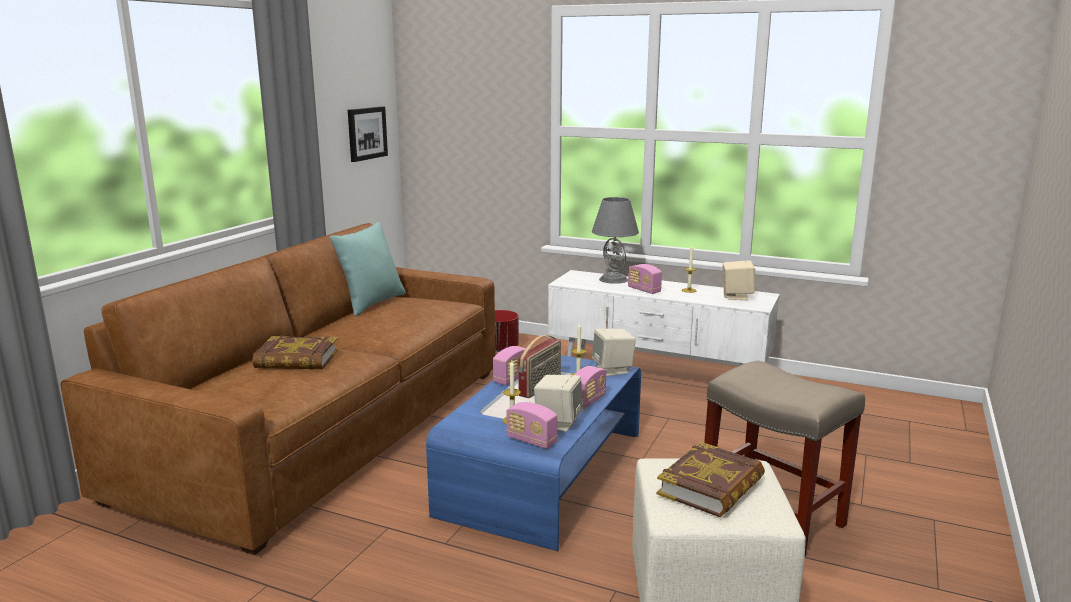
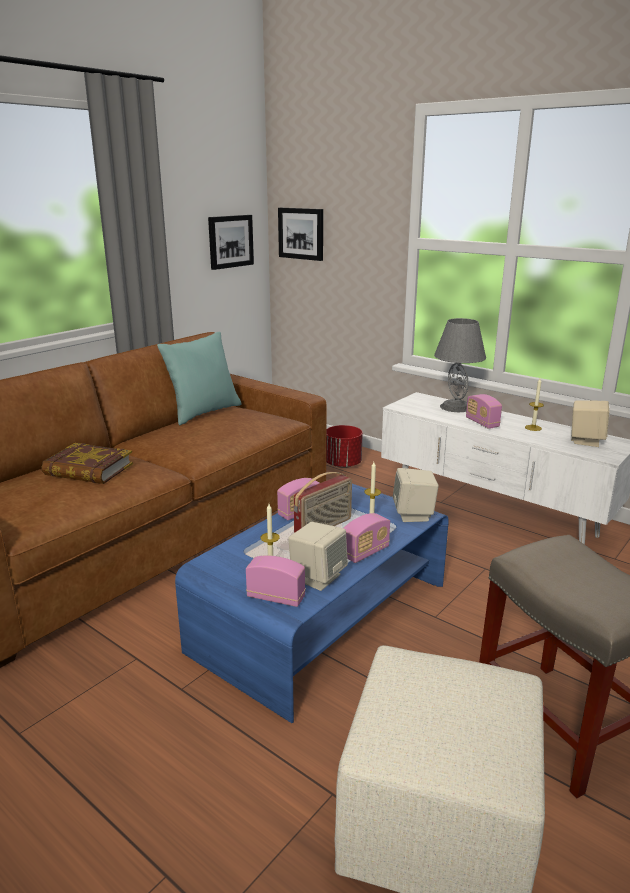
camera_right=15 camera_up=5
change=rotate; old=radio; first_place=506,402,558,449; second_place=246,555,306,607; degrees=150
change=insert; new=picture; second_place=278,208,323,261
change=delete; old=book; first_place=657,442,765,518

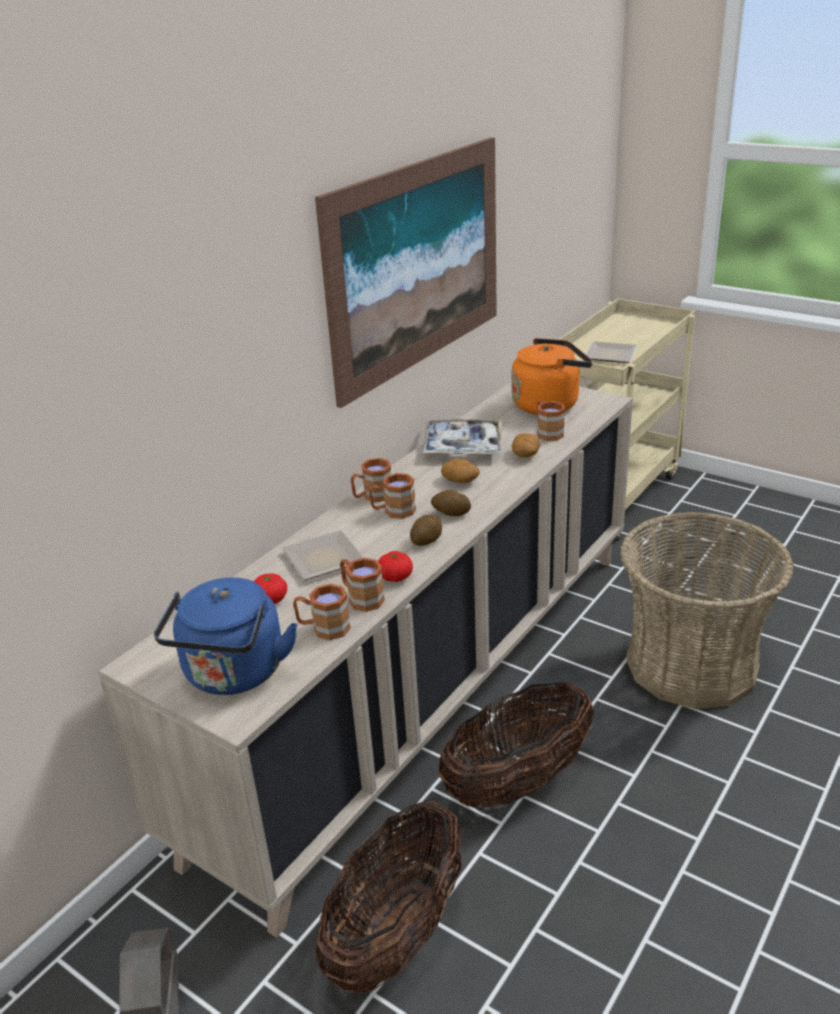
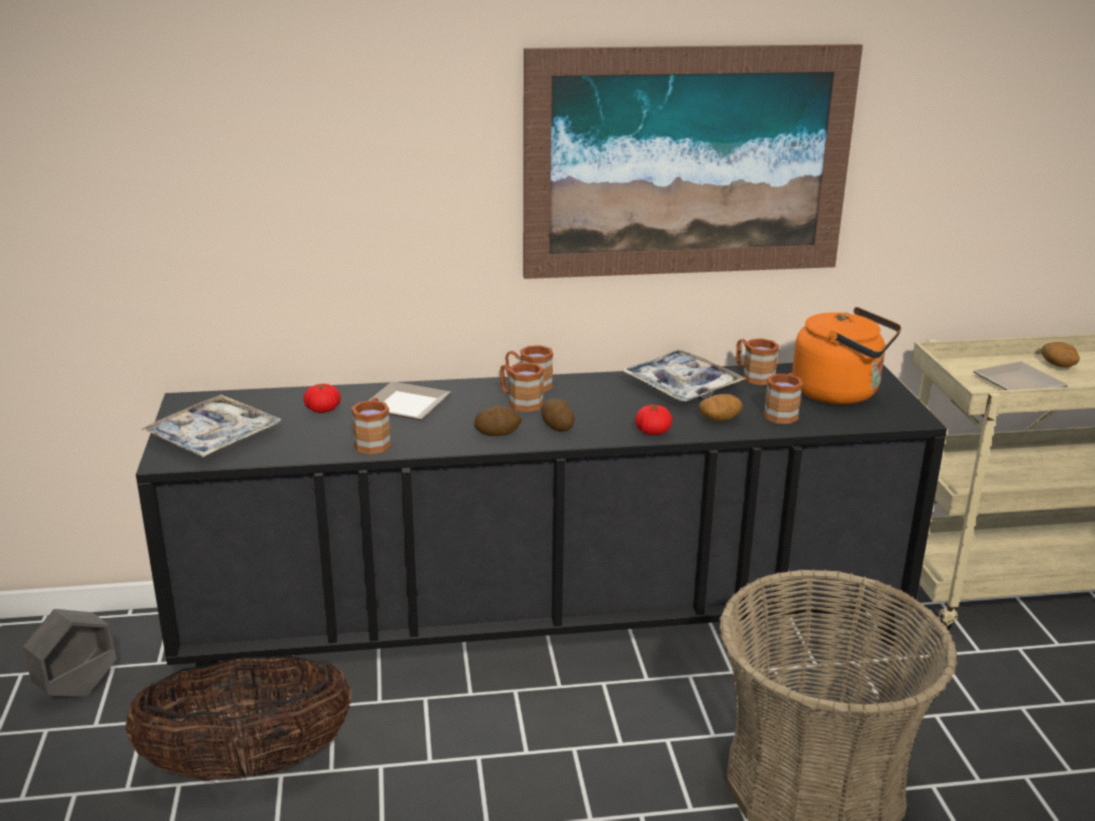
camera_right=45 camera_up=-5
change=recolor; old=cabinet in beige; new=cabinet in black; first_place=98,382,633,938; second_place=136,363,947,695
change=replace; old=kettle in blue; new=tray; first_place=154,577,298,695; second_place=141,395,281,457
change=move; old=tomato; first_place=378,551,413,582; second_place=635,405,673,435
change=move; old=mug in brown; first_place=293,583,351,640; second_place=736,338,779,385
change=move; old=potato; first_place=441,459,480,483; second_place=1042,342,1080,367
change=delete; old=basket; first_place=438,682,594,808

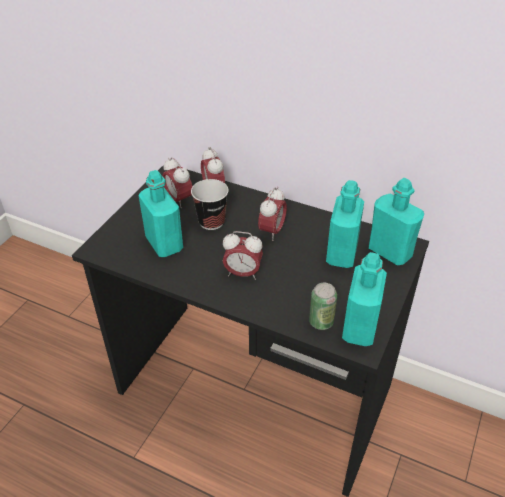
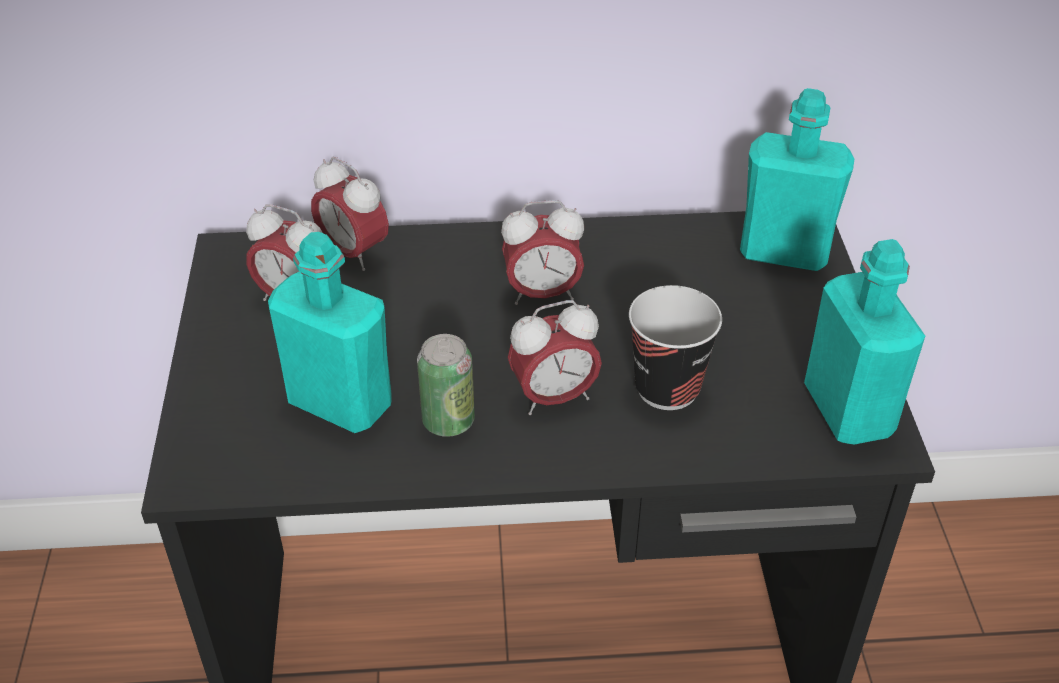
camera_right=-30 camera_up=0
change=move; old=can; first_place=309,283,337,330; second_place=417,334,475,437
change=rotate; old=alarm clock; first_place=258,187,287,241; second_place=501,200,584,305; degrees=90
change=move; old=cup; first_place=191,179,229,230; second_place=629,285,722,410
change=delete; old=bottle in turquoise; first_place=326,180,364,268

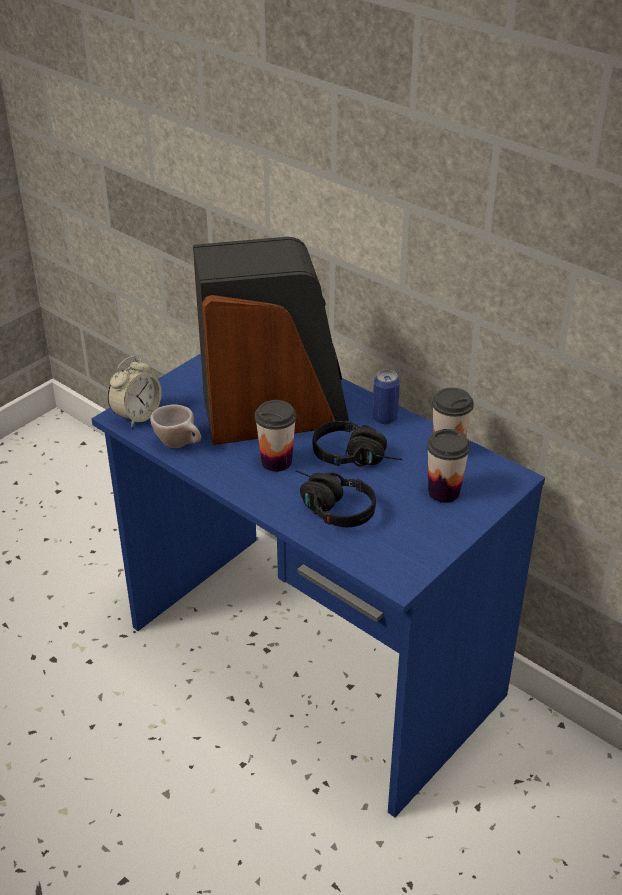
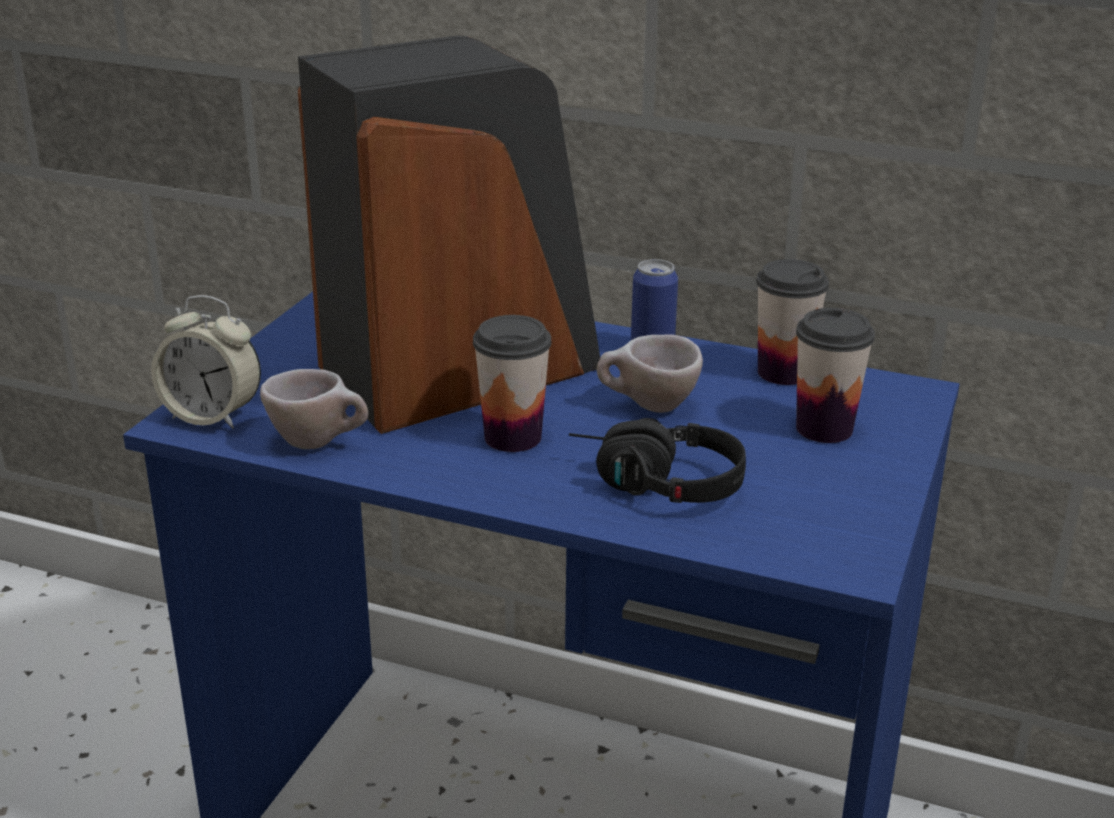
camera_right=-20 camera_up=-10
change=rotate; old=alarm clock; first_place=108,356,162,428; second_place=151,295,261,429; degrees=90
change=replace; old=headphones in black; new=cup in beige; first_place=313,421,402,467; second_place=597,334,703,413

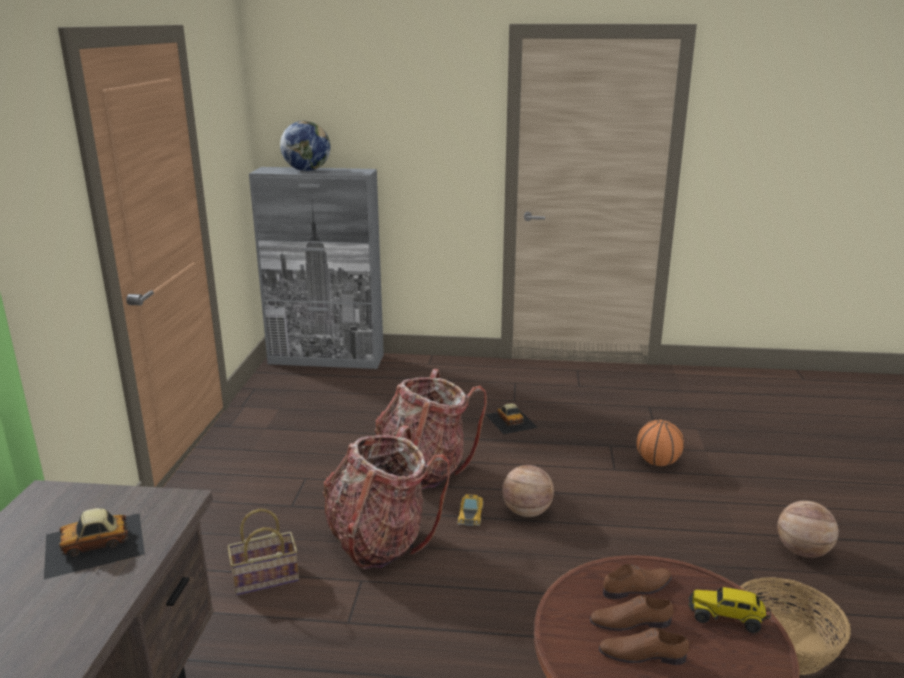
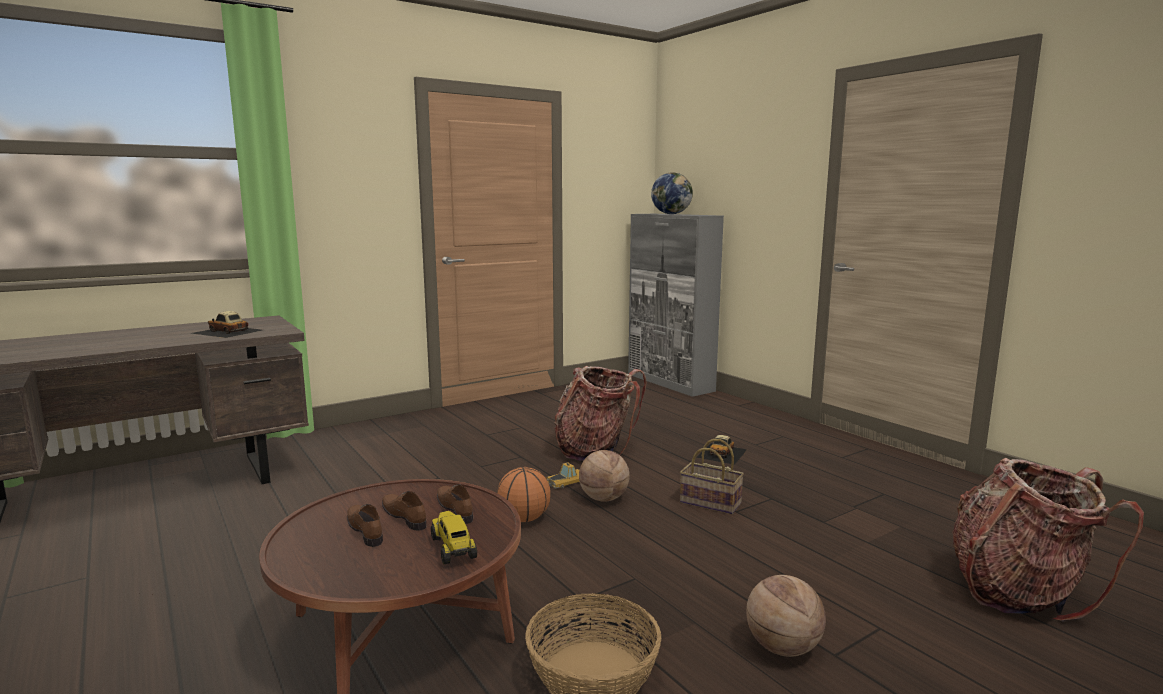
camera_right=50 camera_up=-10
change=rotate; old=shoe in brown; first_place=603,564,671,599; second_place=437,484,473,524; degrees=-150
change=move; old=basketball; first_place=637,420,684,466; second_place=497,467,551,522
change=move; old=basket; first_place=227,509,299,595; second_place=680,439,744,514
change=move; old=backpack; first_place=323,425,450,569; second_place=952,458,1144,622

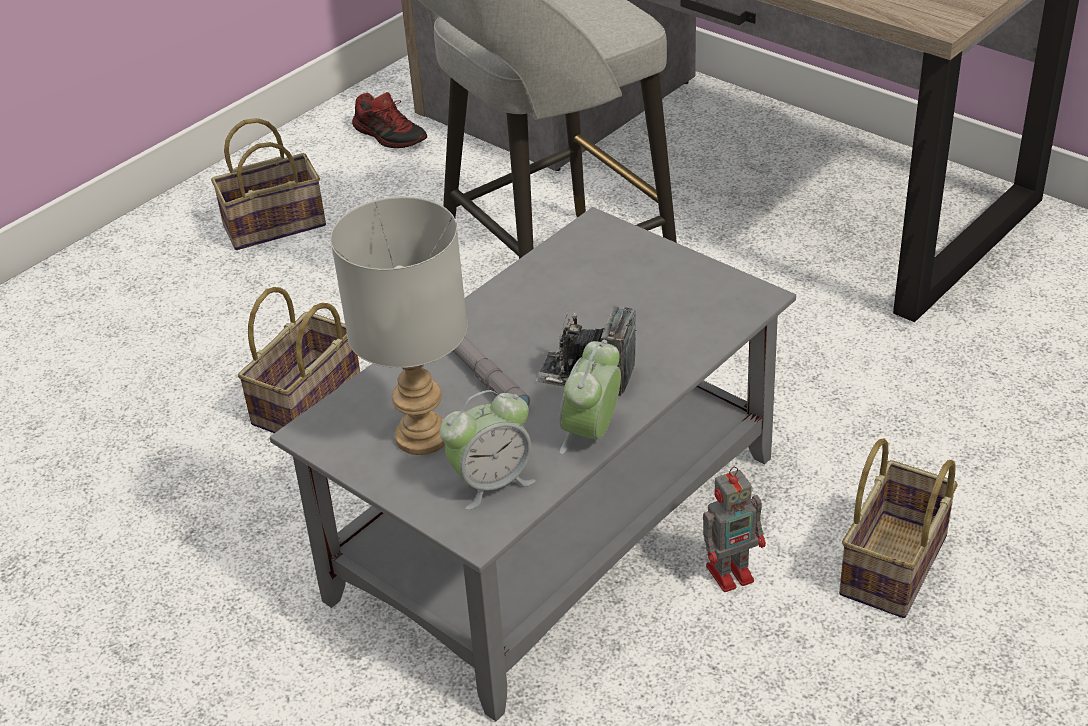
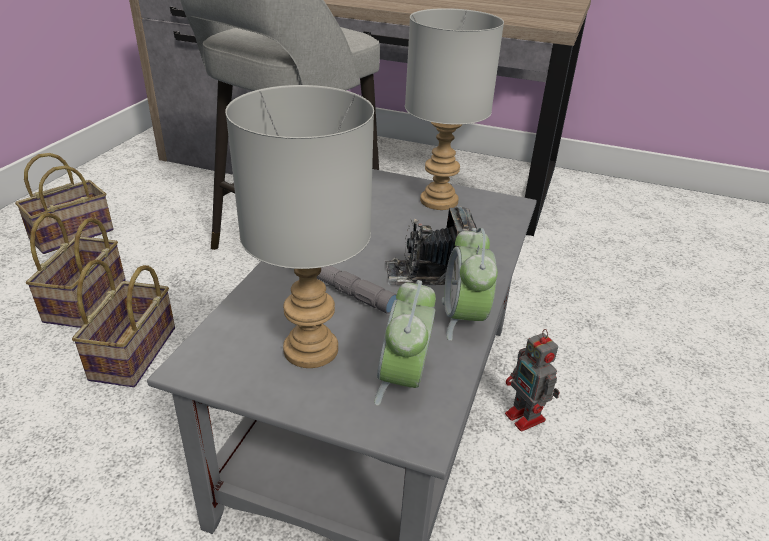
camera_right=-25 camera_up=-5
change=move; old=basket; first_place=839,439,958,618; second_place=26,213,126,328
change=rotate; old=alarm clock; first_place=440,390,536,510; second_place=374,280,436,406; degrees=150
change=insert; new=table lamp in grey; second_place=405,8,504,210
change=rotate; old=toy robot; first_place=703,466,766,592; second_place=505,329,560,432; degrees=105
change=delete; old=shoe; first_place=352,92,427,148

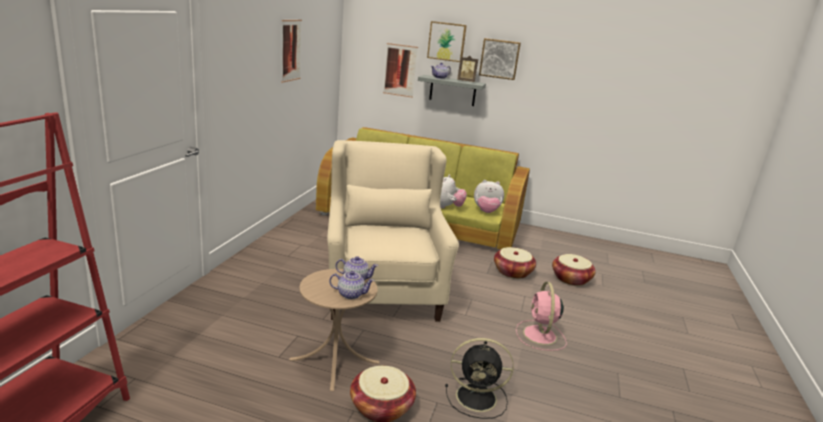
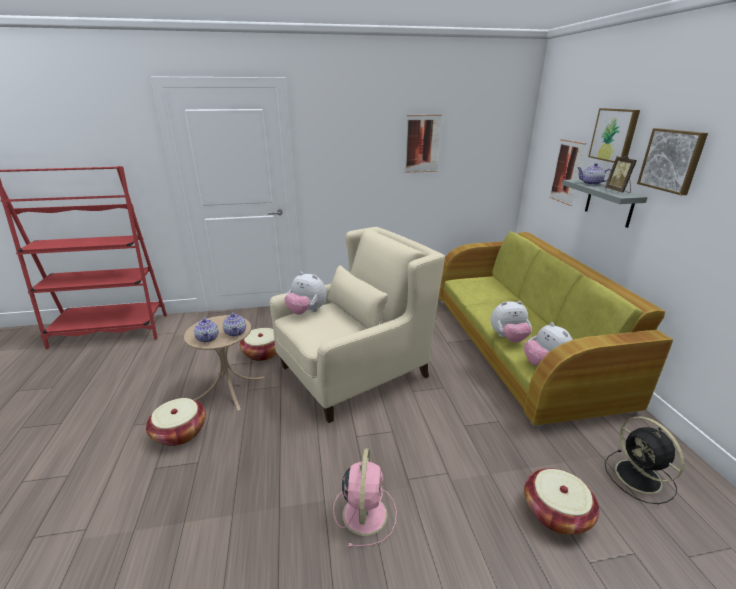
camera_right=65 camera_up=5
change=move; old=basket; first_place=494,247,536,279; second_place=240,328,277,361
change=insert; new=plush toy; second_place=284,272,327,315
change=rotate; old=fan in pink; first_place=516,282,567,351; second_place=333,448,397,547; degrees=120
change=move; old=fan in black; first_place=445,338,514,419; second_place=605,416,684,504

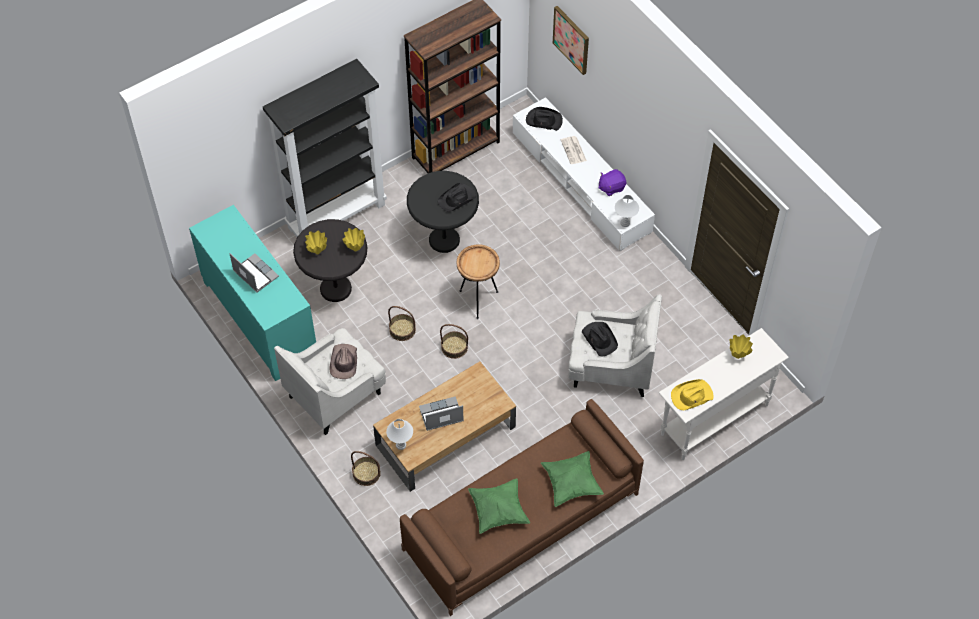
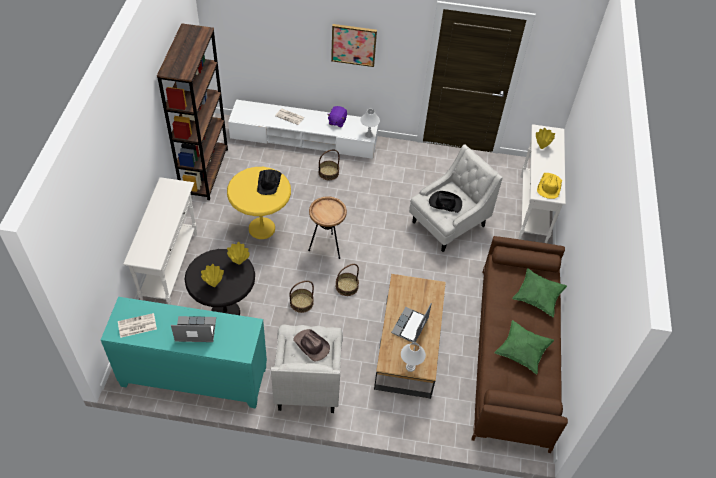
camera_right=-50 camera_up=-5
change=insert; new=newspaper; second_place=118,313,157,338
change=replace; old=bookcase in black; new=console table in white; first_place=263,59,387,237; second_place=123,177,197,305
change=recolor; old=side table in black; new=side table in yellow; first_place=407,171,479,253; second_place=227,167,291,239
change=move; old=basket; first_place=351,451,381,486; second_place=319,150,340,180
change=move; old=picture; first_place=553,6,589,75; second_place=331,24,377,67
change=delete; old=hat in black; first_place=526,107,563,131

